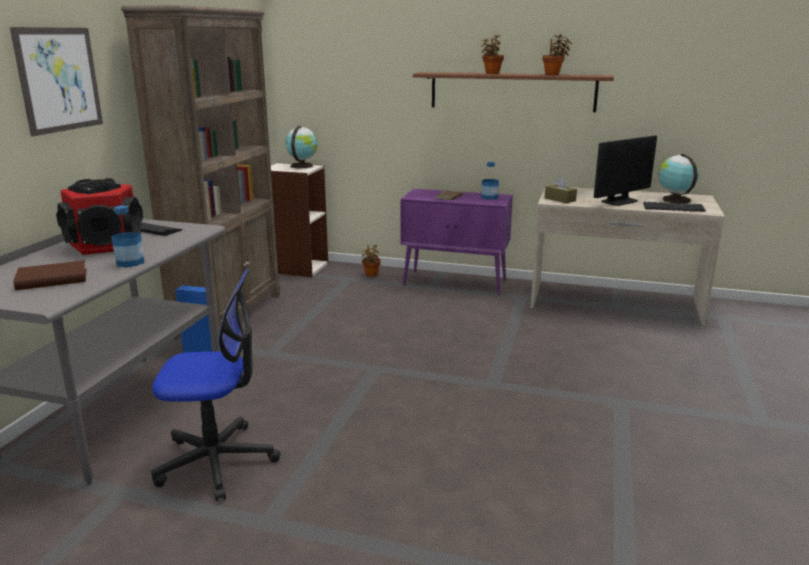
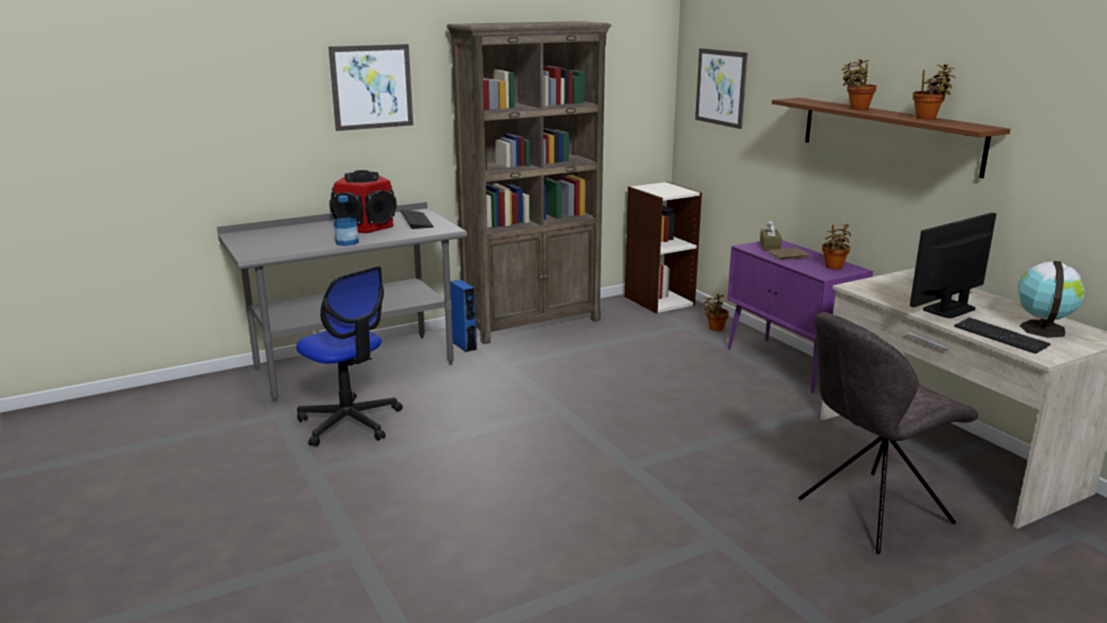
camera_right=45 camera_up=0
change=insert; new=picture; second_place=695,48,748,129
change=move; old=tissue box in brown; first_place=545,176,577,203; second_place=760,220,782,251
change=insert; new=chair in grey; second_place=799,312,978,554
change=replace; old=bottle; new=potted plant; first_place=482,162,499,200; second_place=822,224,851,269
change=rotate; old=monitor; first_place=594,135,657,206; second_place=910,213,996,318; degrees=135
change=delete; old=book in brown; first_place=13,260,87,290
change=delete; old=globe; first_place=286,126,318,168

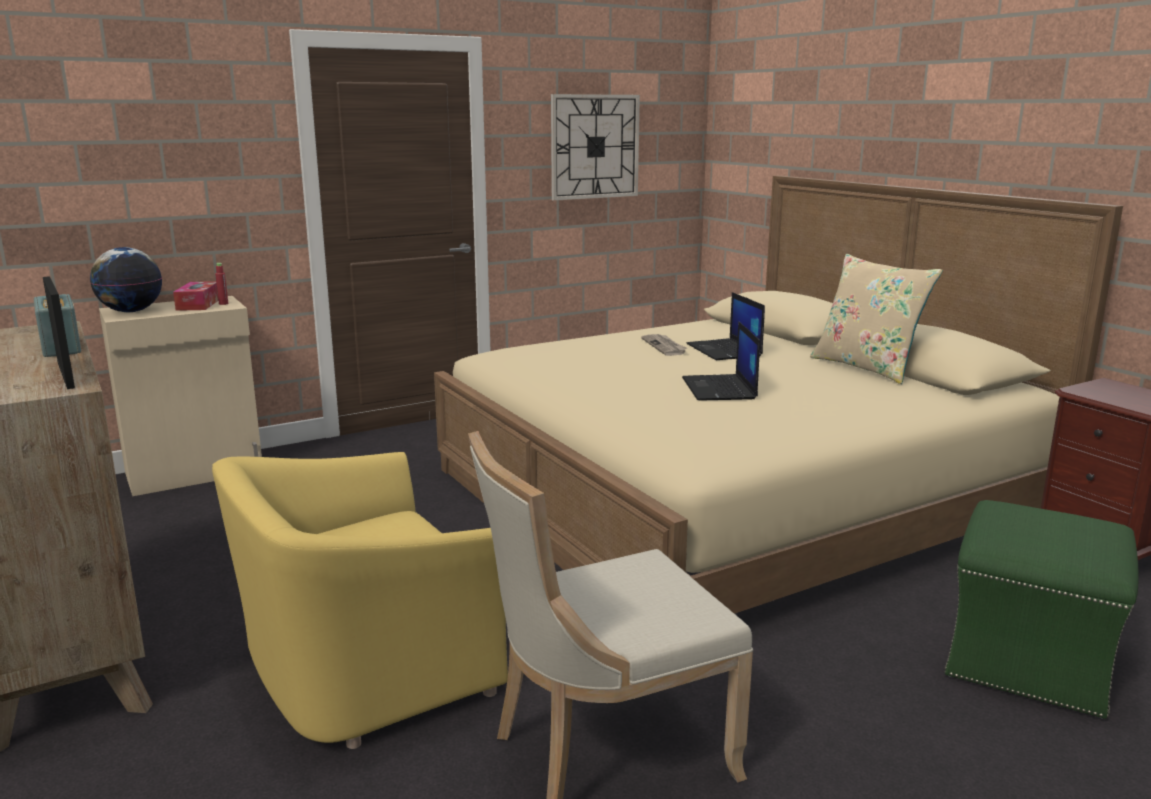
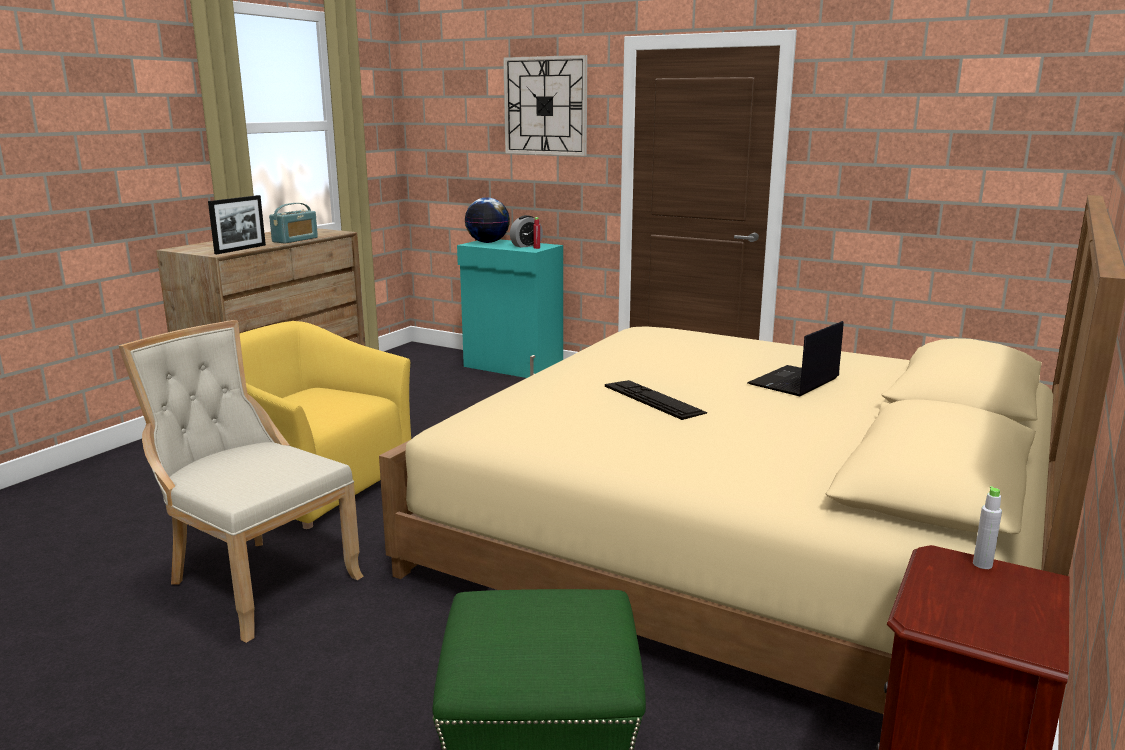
camera_right=60 camera_up=0
change=recolor; old=cabinet in beige; new=cabinet in turquoise; first_place=99,296,262,496; second_place=457,239,563,378
change=move; old=wall clock; first_place=551,94,640,201; second_place=503,55,587,156
change=replace; old=tissue box; new=alarm clock; first_place=173,281,218,311; second_place=510,215,543,248
change=replace; old=laptop; new=keyboard; first_place=682,321,760,401; second_place=605,380,707,420
change=insert; new=bottle in grey; second_place=973,486,1002,569
change=delete; old=newspaper; first_place=641,334,687,356
change=delete; old=pillow in beige; first_place=810,254,943,384

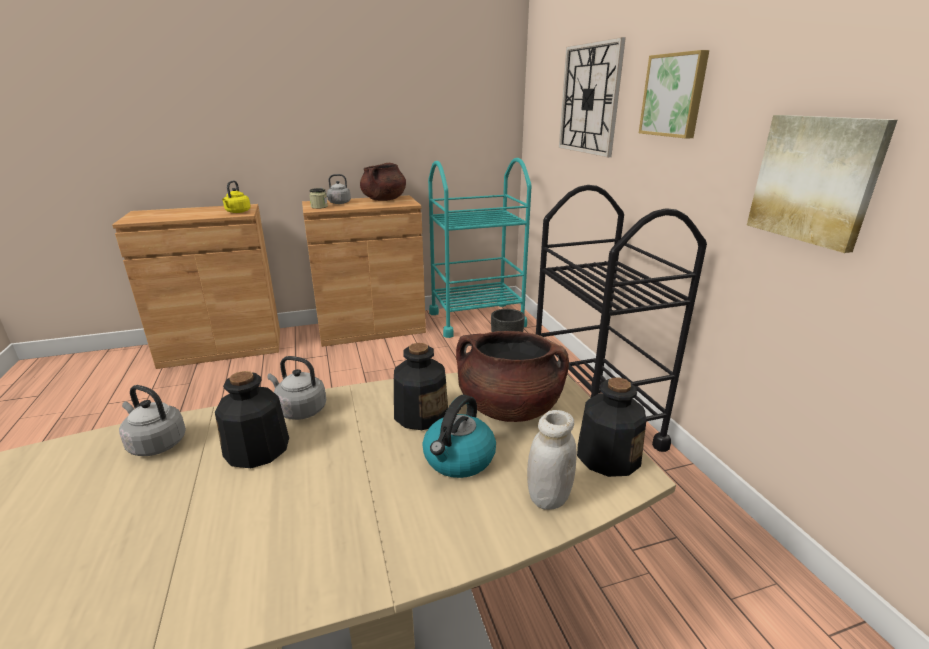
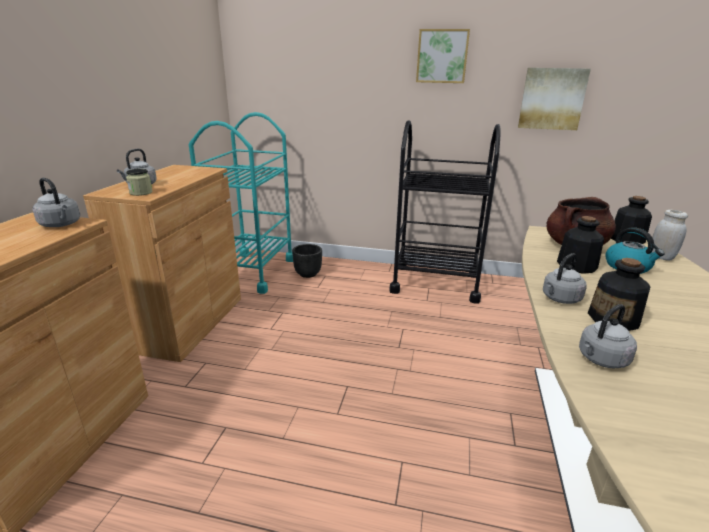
camera_right=-60 camera_up=0
change=recolor; old=kettle in yellow; new=kettle in grey; first_place=222,180,251,213; second_place=33,178,80,227
change=delete; old=cooking pot in brown; first_place=360,163,406,201
change=delete; old=wall clock; first_place=559,37,626,157

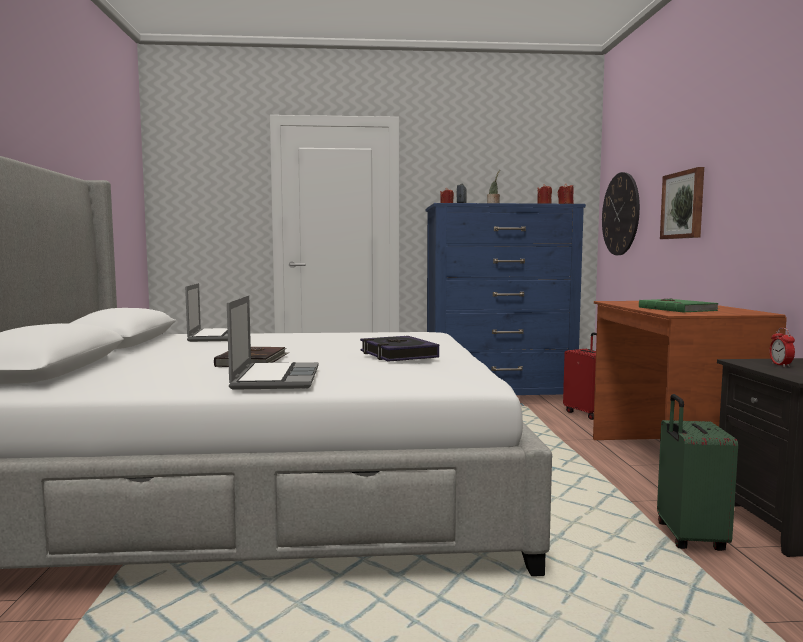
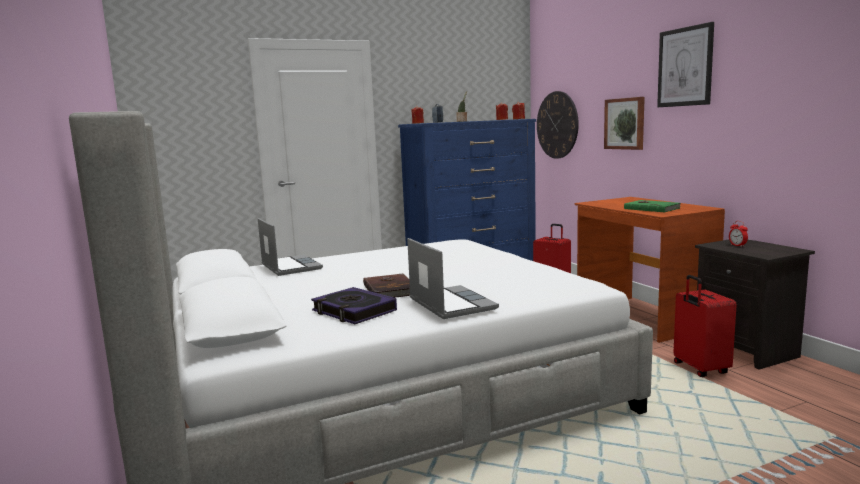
camera_right=-20 camera_up=5
change=move; old=book; first_place=360,336,439,362; second_place=311,287,397,324
change=insert; new=picture; second_place=657,22,714,107
change=recolor; old=suitcase in green; new=suitcase in red; first_place=657,394,738,551; second_place=673,275,737,377

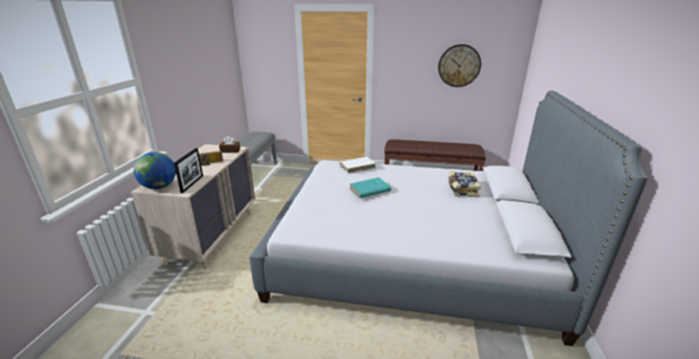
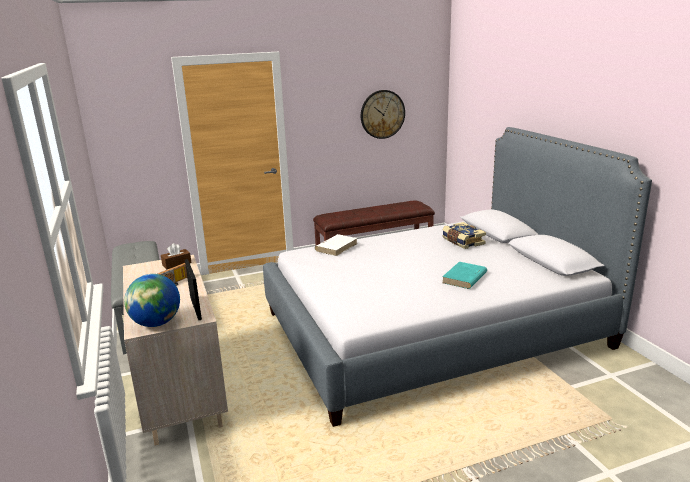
camera_right=-30 camera_up=-5
change=move; old=book in turquoise; first_place=349,177,391,198; second_place=442,262,487,289

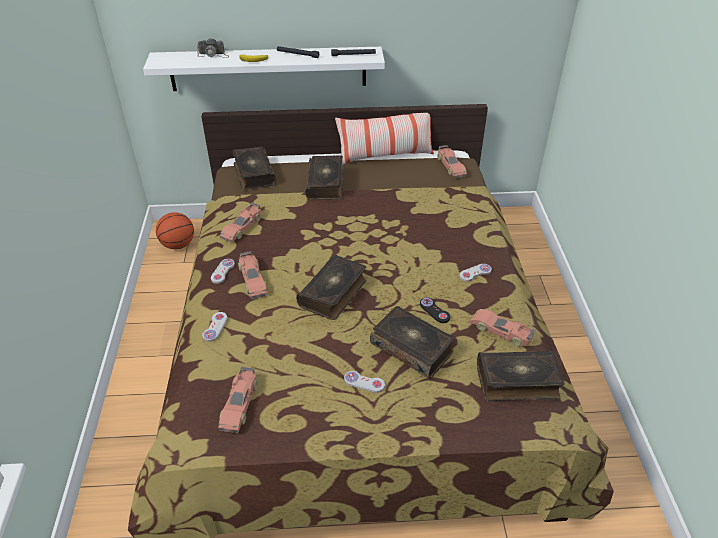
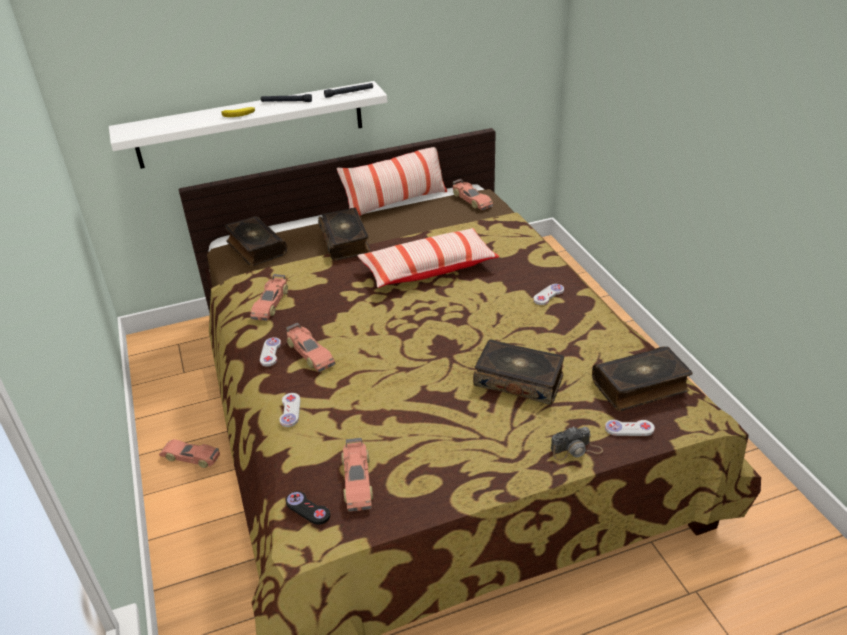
camera_right=-15 camera_up=-5
change=move; old=toy car; first_place=470,309,535,346; second_place=159,439,220,468
change=move; old=game controller in black; first_place=420,297,450,323; second_place=286,491,330,525
change=insert; new=pillow; second_place=357,228,499,288
change=move; old=photo camera; first_place=197,38,229,58; second_place=551,426,603,460
change=move; old=game controller in white; first_place=344,371,385,393; second_place=605,420,655,436
change=delete; old=basketball; first_place=156,212,194,249
change=delete; old=book; first_place=296,255,367,320

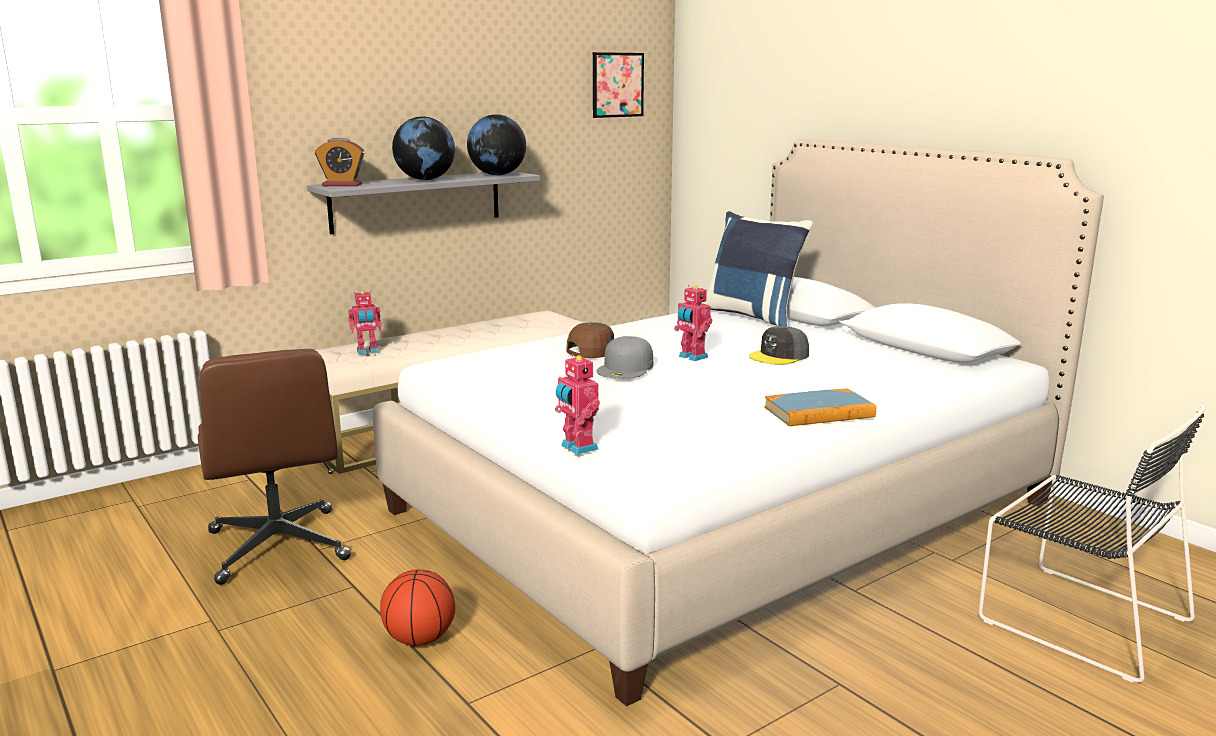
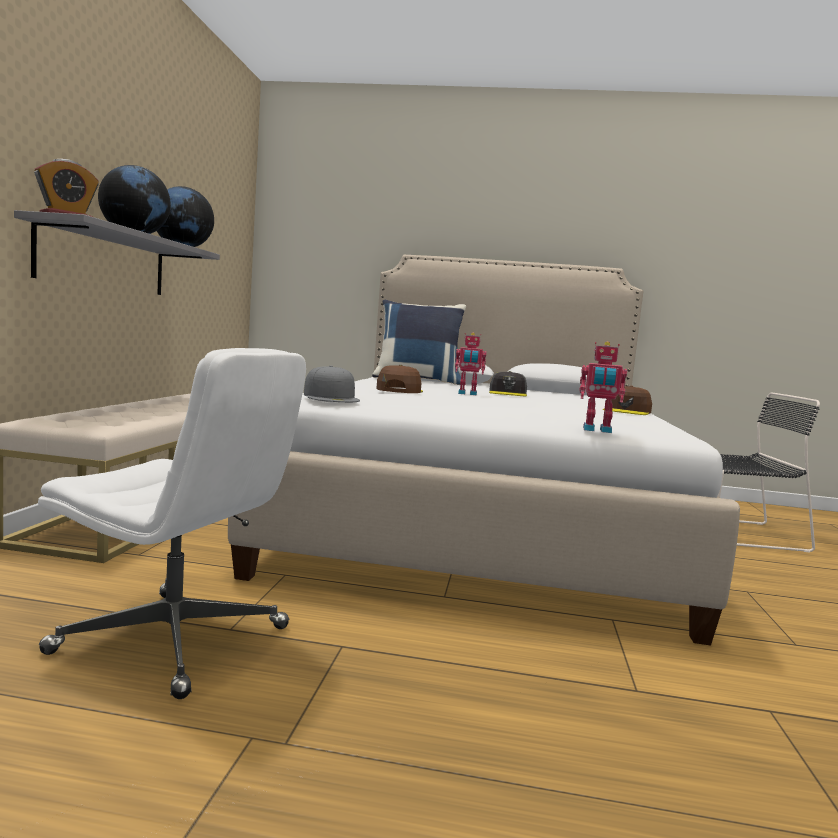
camera_right=-45 camera_up=-10
change=recolor; old=office chair in brown; new=office chair in white; first_place=198,349,351,585; second_place=38,348,306,699
change=move; old=cap in grey; first_place=597,336,653,379; second_place=304,366,360,402
change=replace; old=book; new=cap in brown; first_place=764,388,876,426; second_place=603,386,652,415
change=delete; old=toy robot; first_place=348,290,382,355
change=delete; old=basketball; first_place=380,569,455,646
change=delete; old=picture; first_place=593,52,644,118

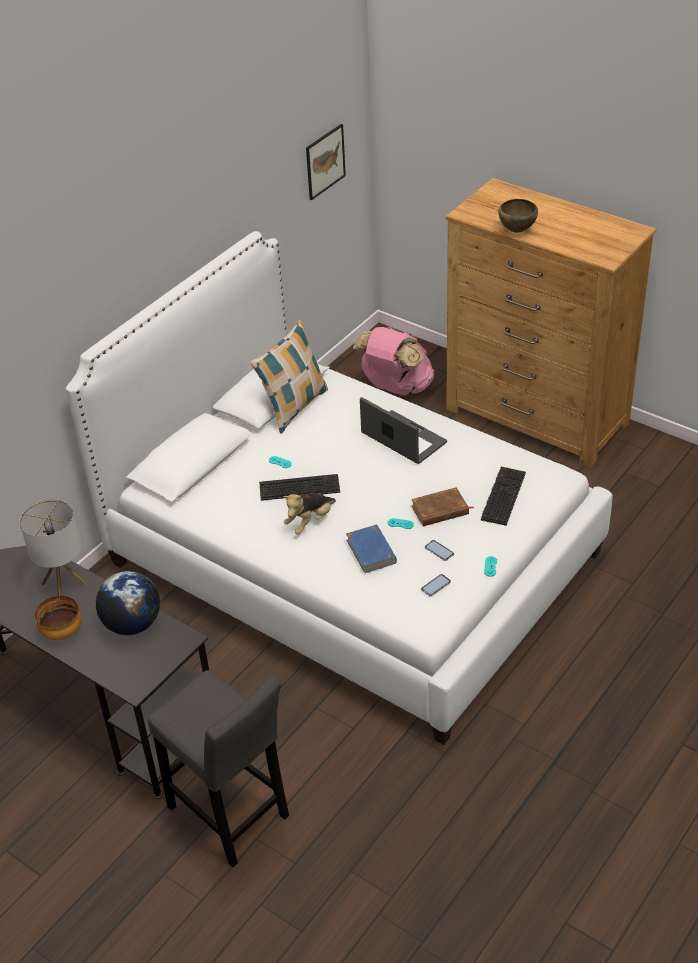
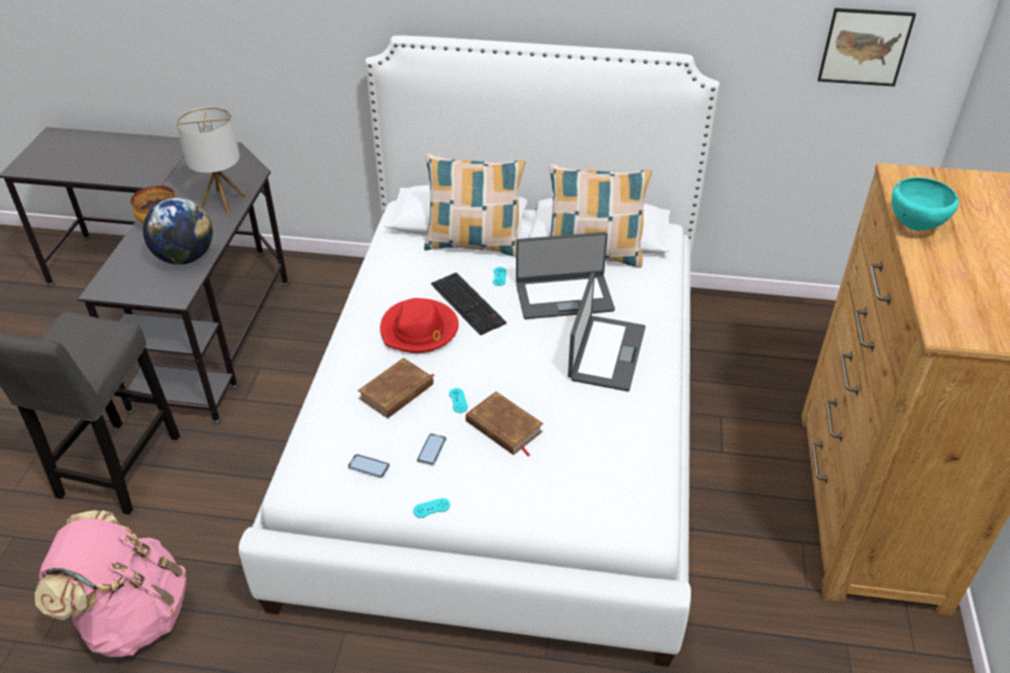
camera_right=60 camera_up=0
change=move; old=backpack in pink; first_place=353,327,435,396; second_place=35,510,186,657
change=recolor; old=book in blue; new=book in brown; first_place=346,524,397,573; second_place=358,358,435,419
change=replace; old=plush toy; new=hat in red; first_place=283,493,336,534; second_place=380,298,459,353
change=insert; new=pillow; second_place=424,153,525,257
change=insert; new=laptop; second_place=516,232,615,319
change=recolor; old=bowl in brown; new=bowl in turquoise; first_place=498,199,538,233; second_place=891,177,959,231
change=delete; old=keyboard; first_place=481,467,526,526

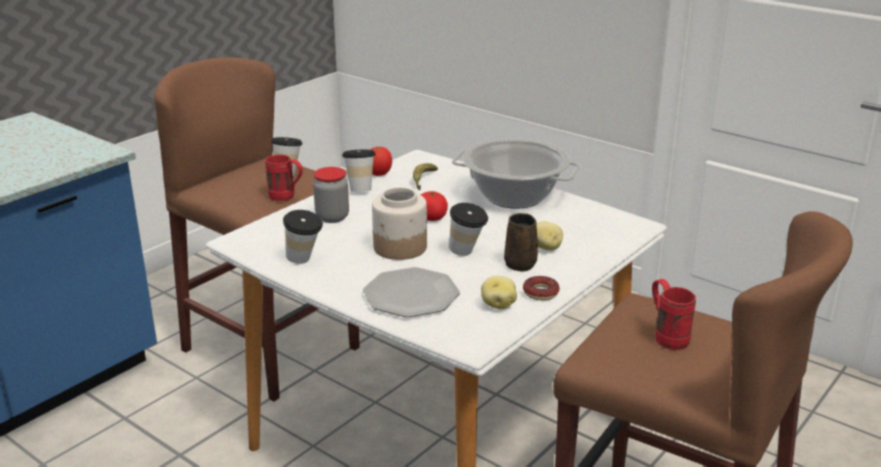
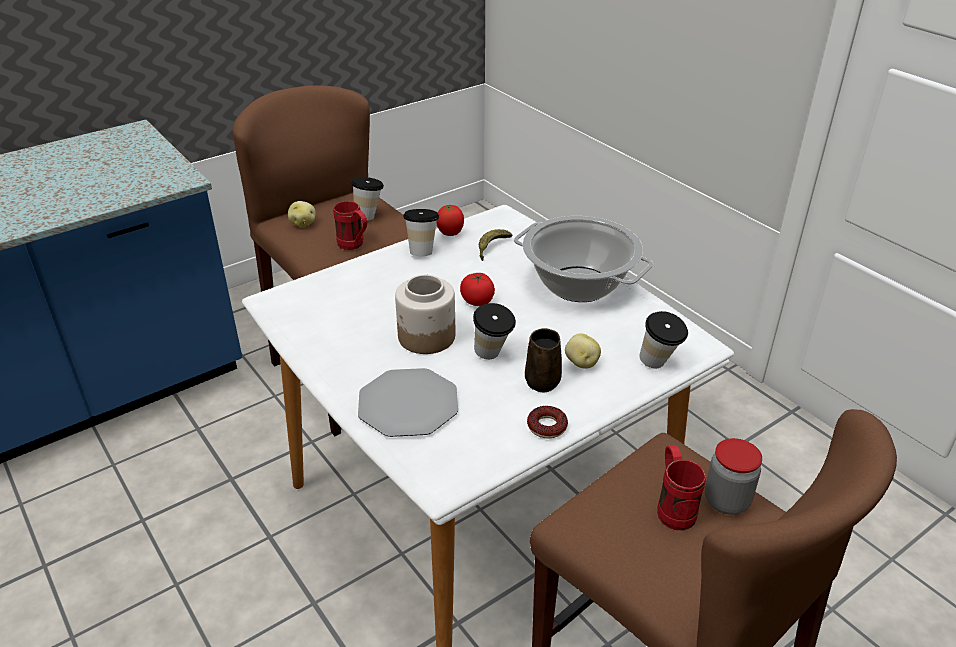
camera_right=15 camera_up=10
change=move; old=potato; first_place=481,276,517,310; second_place=288,201,316,227
change=move; old=cup; first_place=283,210,323,264; second_place=639,311,688,369
change=move; old=jar; first_place=313,167,349,223; second_place=705,438,762,515

